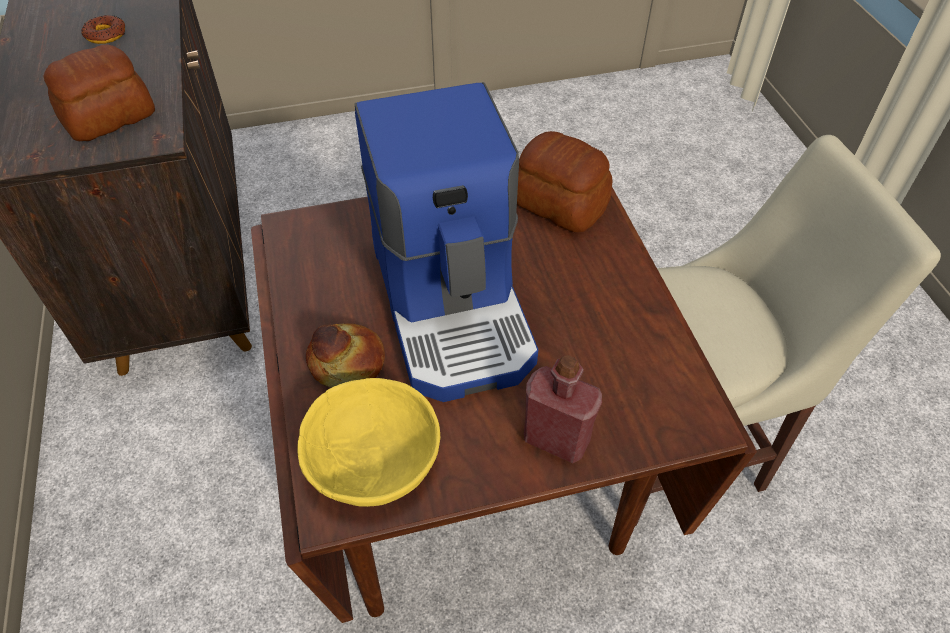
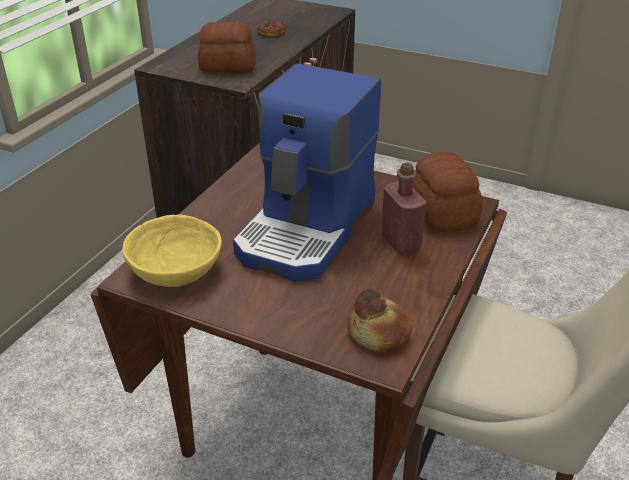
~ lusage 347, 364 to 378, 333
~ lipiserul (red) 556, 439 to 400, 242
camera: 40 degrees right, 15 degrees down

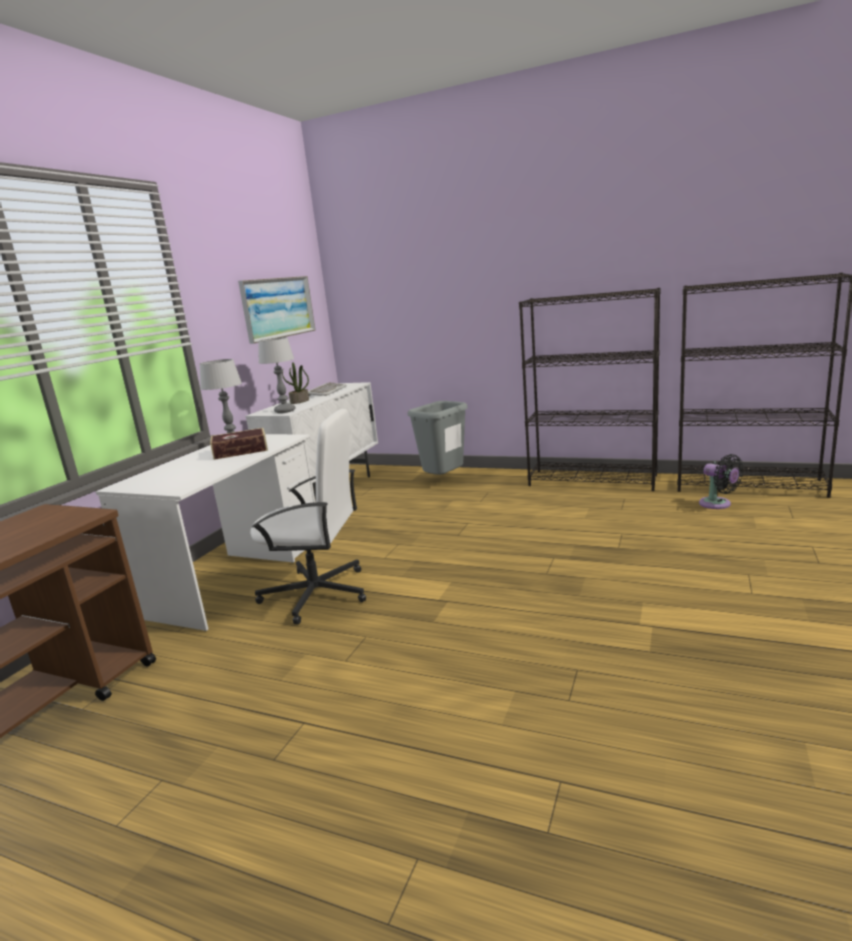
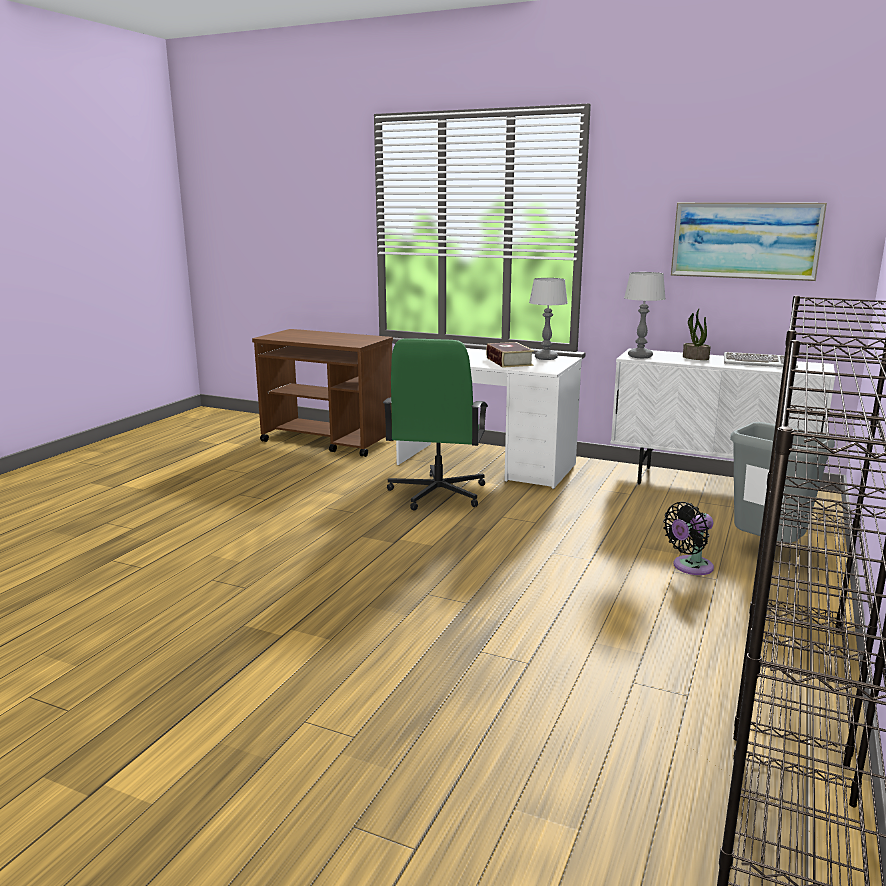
~ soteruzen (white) 318, 594 to soteruzen (green) 437, 494
~ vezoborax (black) 718, 504 to 689, 567
camera: 90 degrees right, 0 degrees up

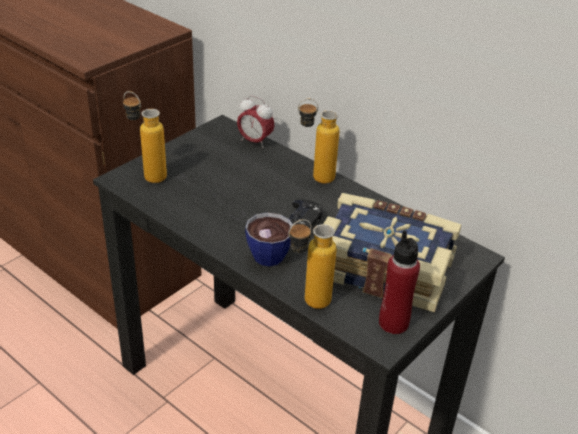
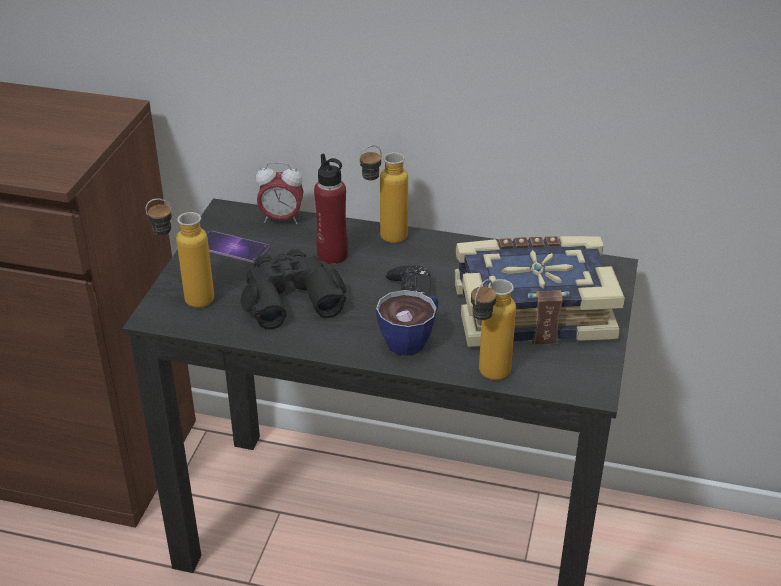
~ lipiserul (red) 393, 323 to 332, 255
+ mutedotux 233, 247
+ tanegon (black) 290, 296
camera: 25 degrees left, 0 degrees up

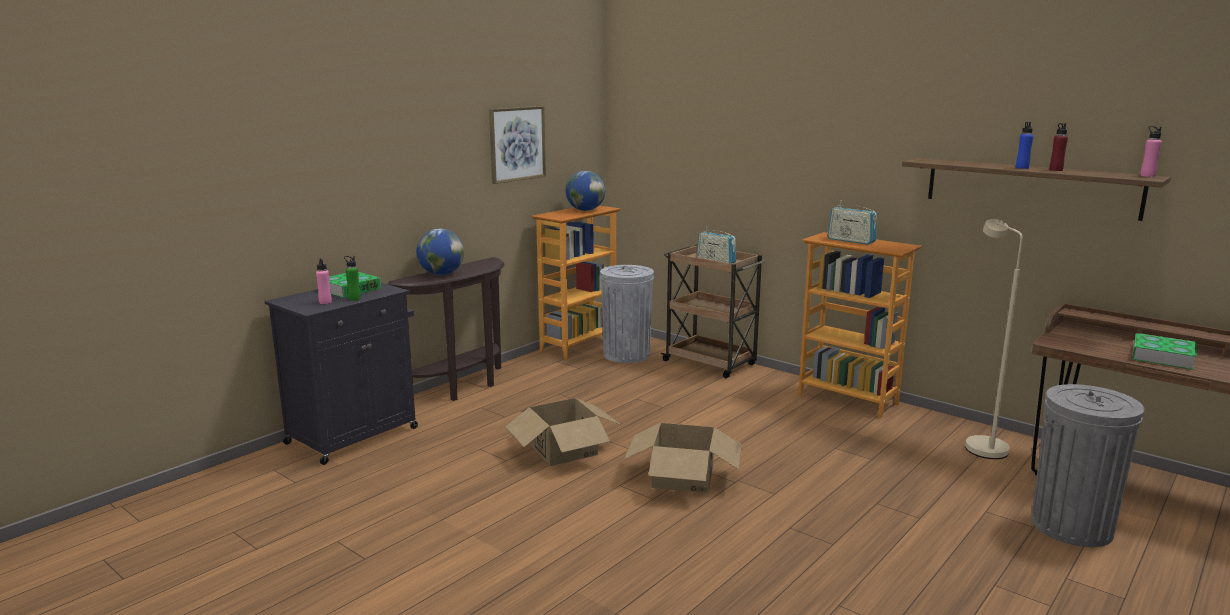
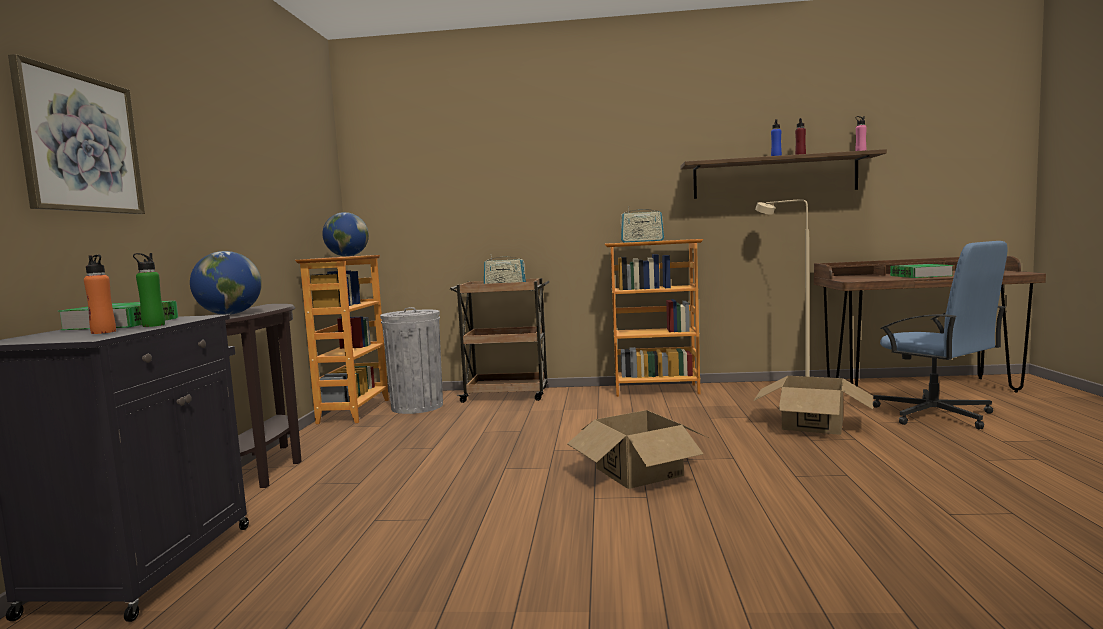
~ lipiserul (pink) 325, 302 to lipiserul (orange) 103, 332
~ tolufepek 517, 144 to 80, 143
~ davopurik 563, 449 to 812, 424
~ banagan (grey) 1071, 526 to soteruzen (blue) 935, 415
camera: 35 degrees left, 10 degrees down

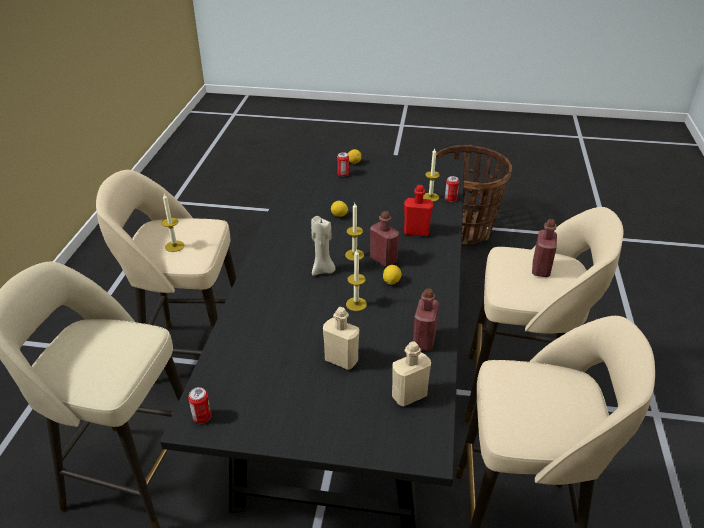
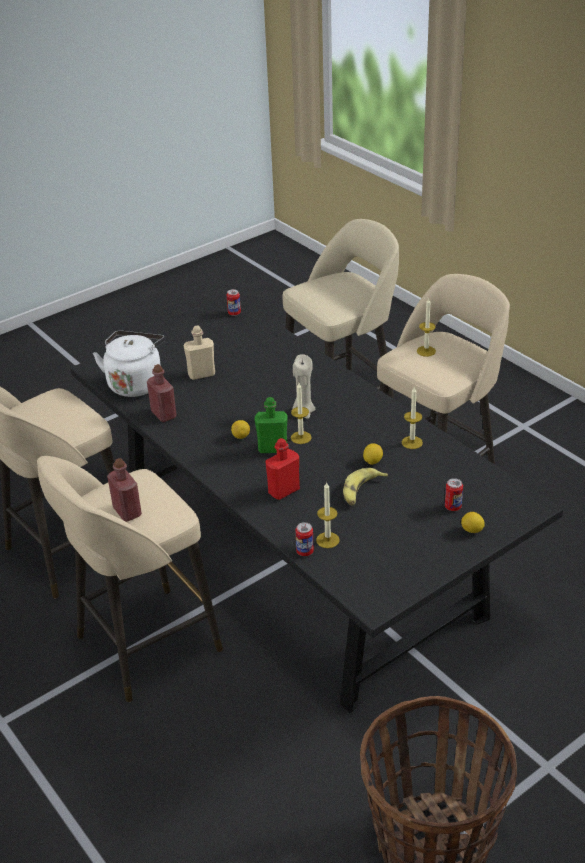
~ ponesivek 356, 304 to 412, 442
~ lipiserul (red) 383, 260 to lipiserul (green) 272, 448
~ lipiserul (beige) 409, 395 to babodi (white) 136, 383
+ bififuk 361, 491
camera: 135 degrees right, 0 degrees up

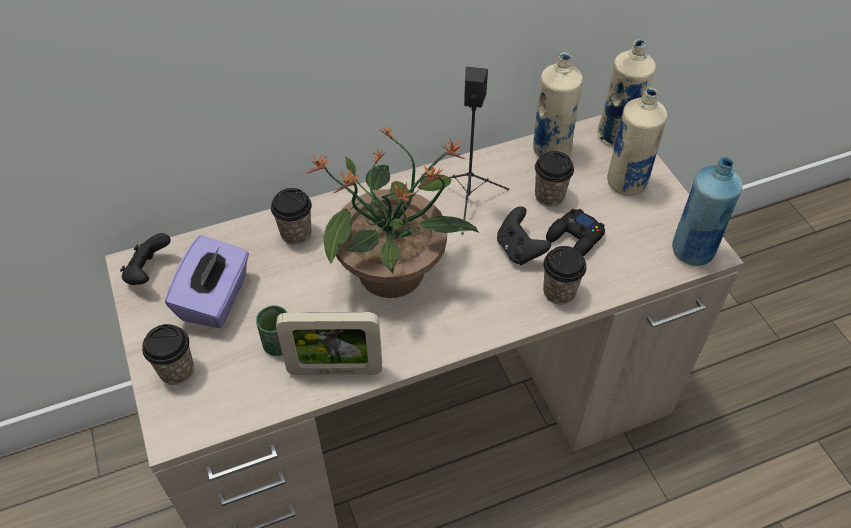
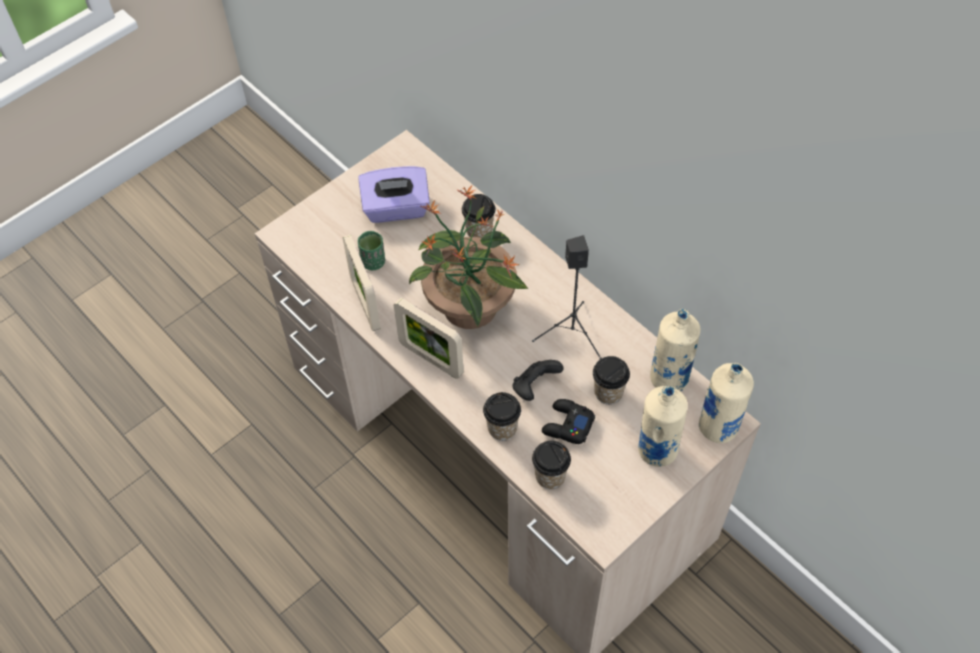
- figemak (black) 148, 272
~ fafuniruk 177, 370 to 550, 476
- lipiserul (blue) 692, 251
+ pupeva 431, 359
camera: 70 degrees right, 5 degrees up

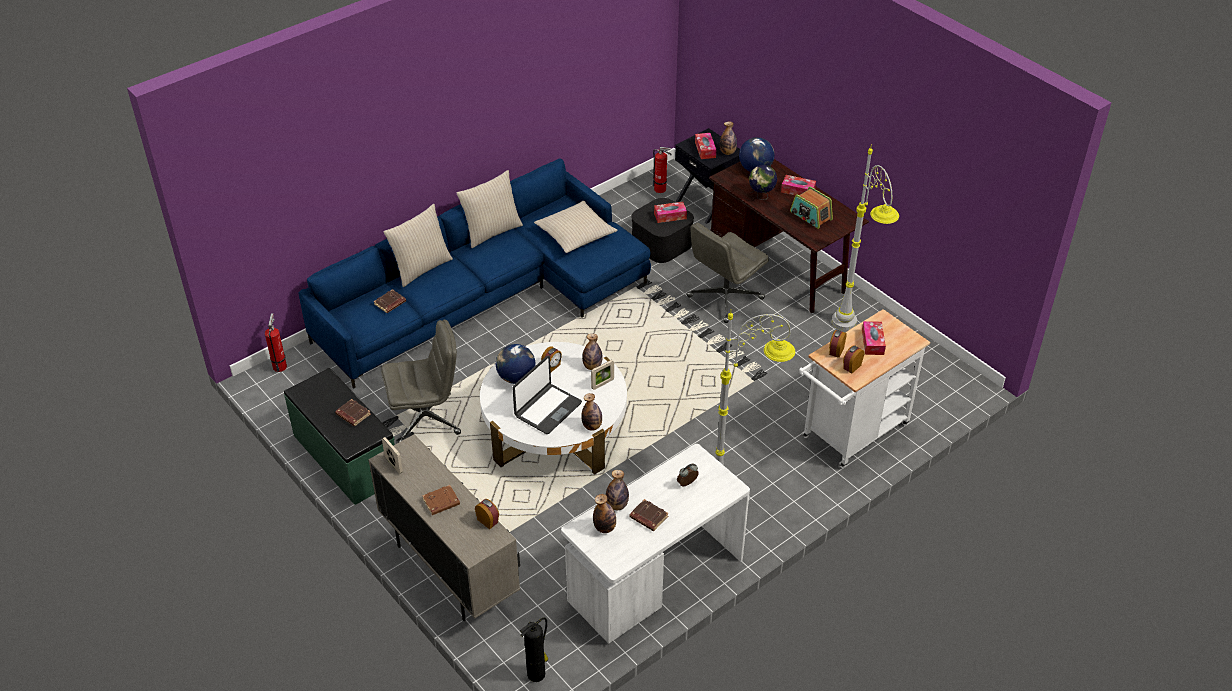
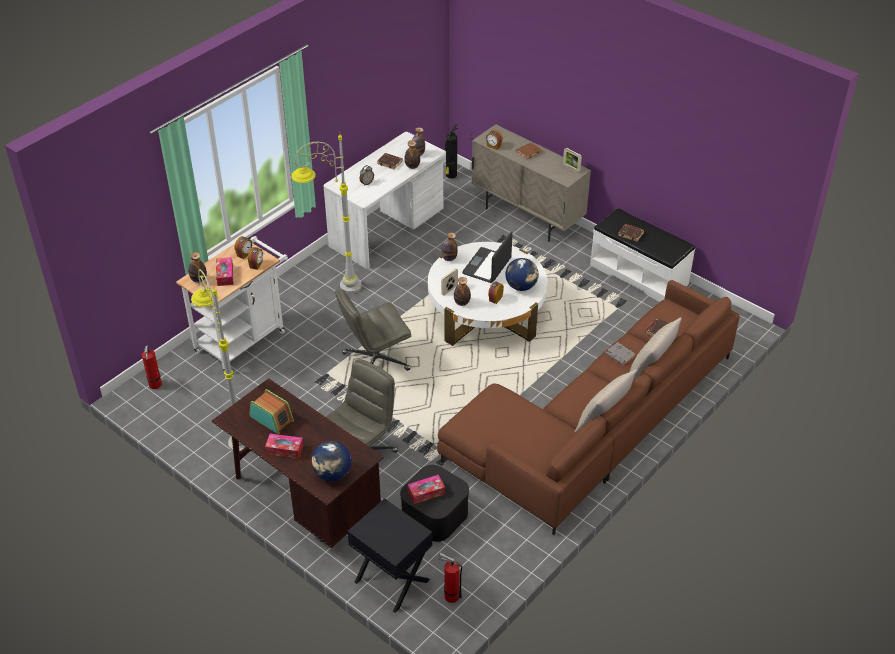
~ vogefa 280, 365 to 155, 386
~ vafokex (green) 345, 457 to vafokex (white) 639, 274
~ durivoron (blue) 487, 296 to durivoron (brown) 593, 425
~ soteruzen (grey) 426, 419 to 375, 362
- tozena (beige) 575, 234
- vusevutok 705, 150
~ lipiserul 727, 152 to 198, 279
- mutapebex 761, 196
+ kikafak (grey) 619, 355
camera: 170 degrees right, 0 degrees up

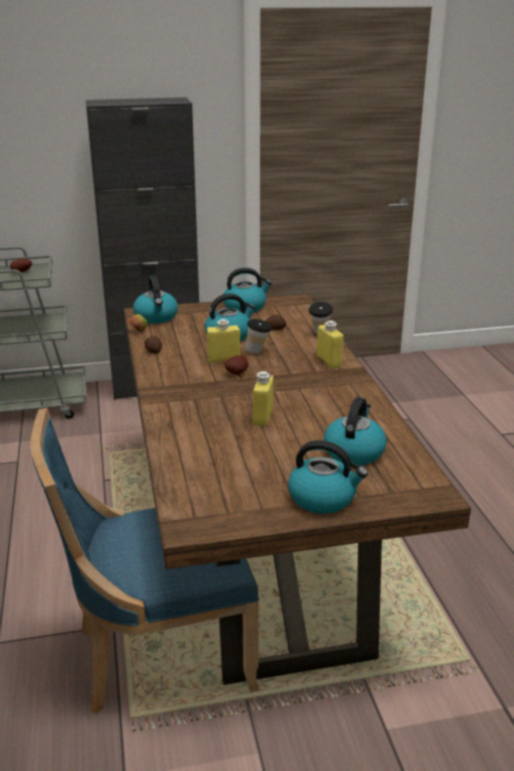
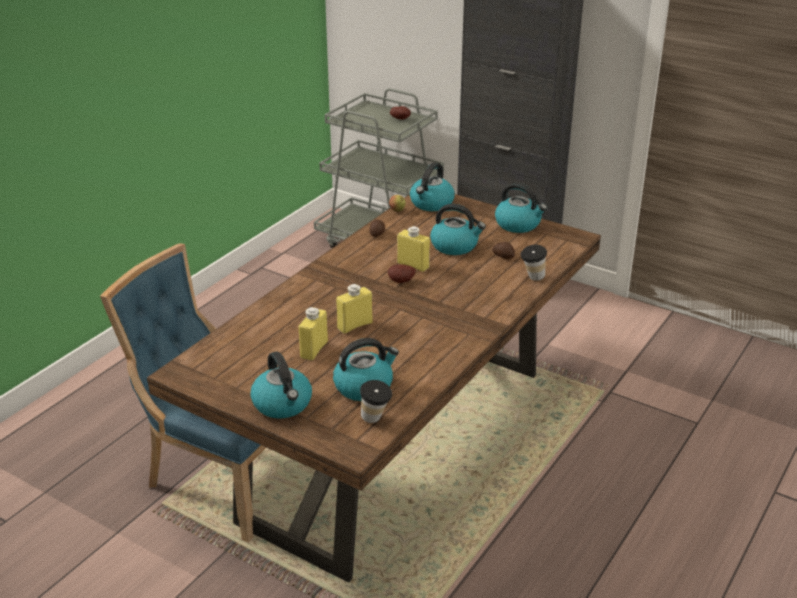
~ fafuniruk 258, 351 to 375, 420
~ lipiserul (yellow) 329, 361 to 314, 350
camera: 45 degrees right, 5 degrees up

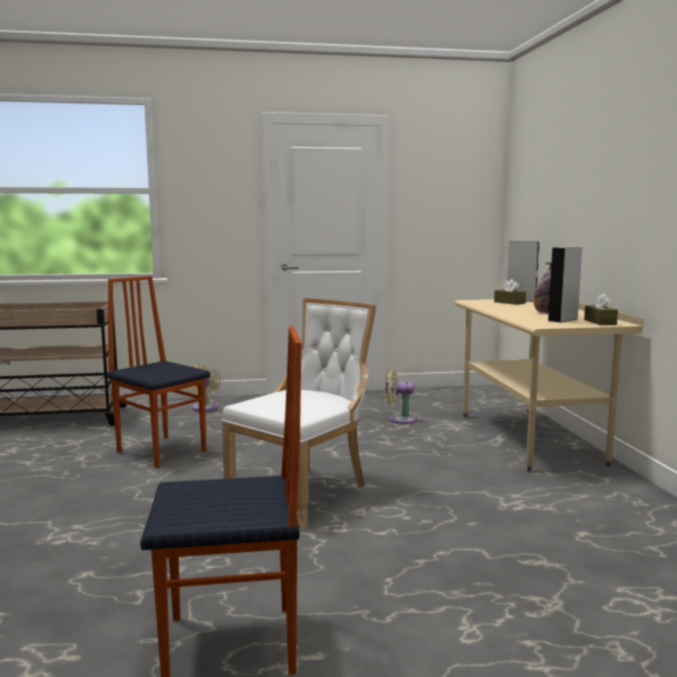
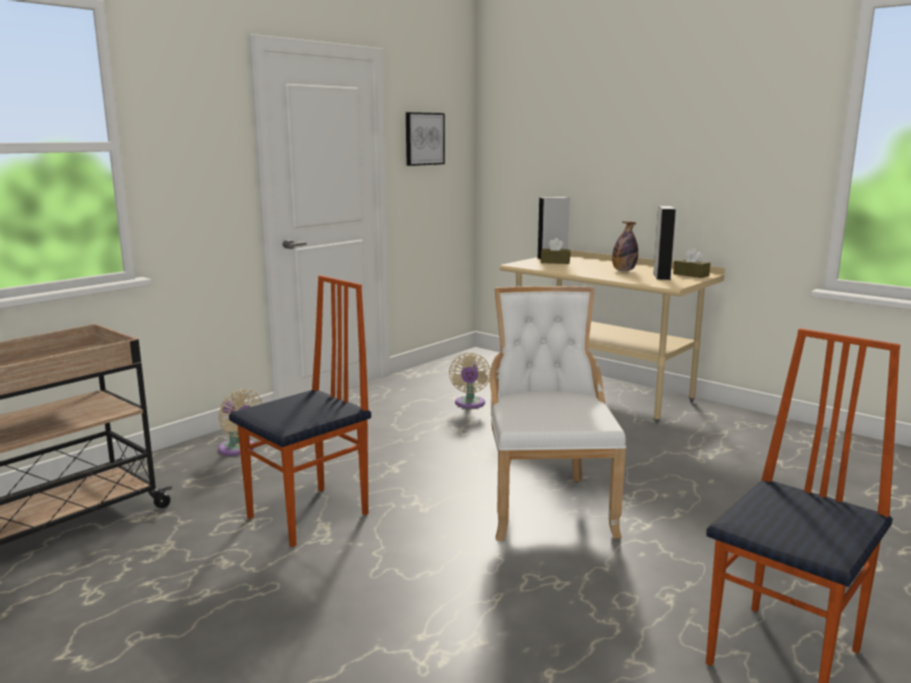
~ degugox 162, 451 = 310, 516 135 degrees clockwise
~ vezoborax (beige) 399, 419 = 469, 404 60 degrees counterclockwise
+ tolufepek 424, 139
camera: 40 degrees left, 5 degrees up

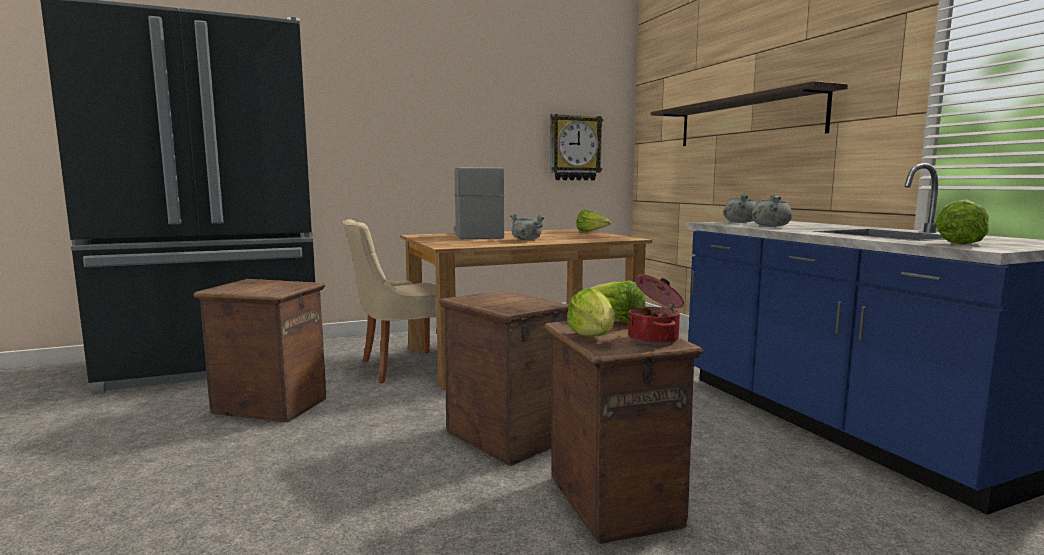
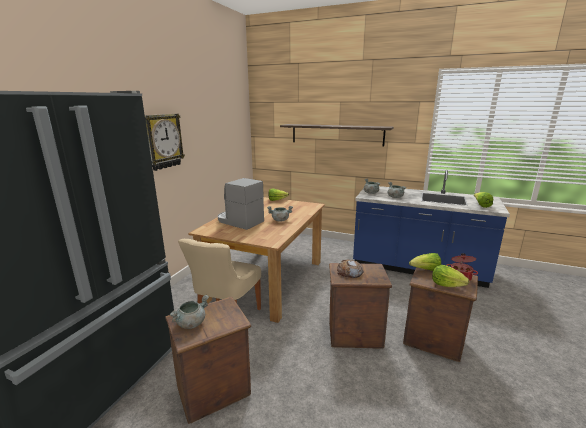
~ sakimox 574, 148 to 162, 141
+ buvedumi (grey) 191, 323
+ lusage 349, 272
camera: 45 degrees left, 10 degrees up

